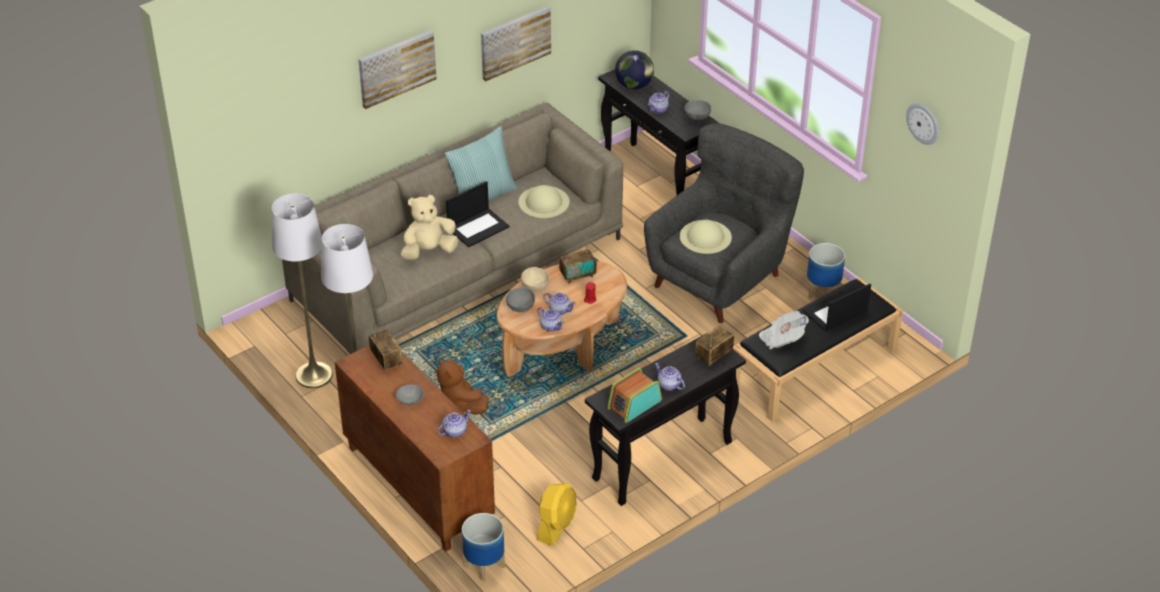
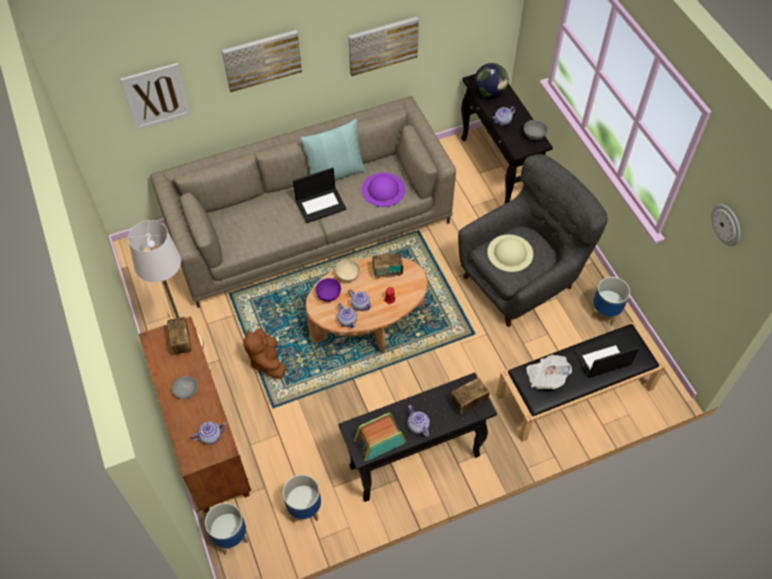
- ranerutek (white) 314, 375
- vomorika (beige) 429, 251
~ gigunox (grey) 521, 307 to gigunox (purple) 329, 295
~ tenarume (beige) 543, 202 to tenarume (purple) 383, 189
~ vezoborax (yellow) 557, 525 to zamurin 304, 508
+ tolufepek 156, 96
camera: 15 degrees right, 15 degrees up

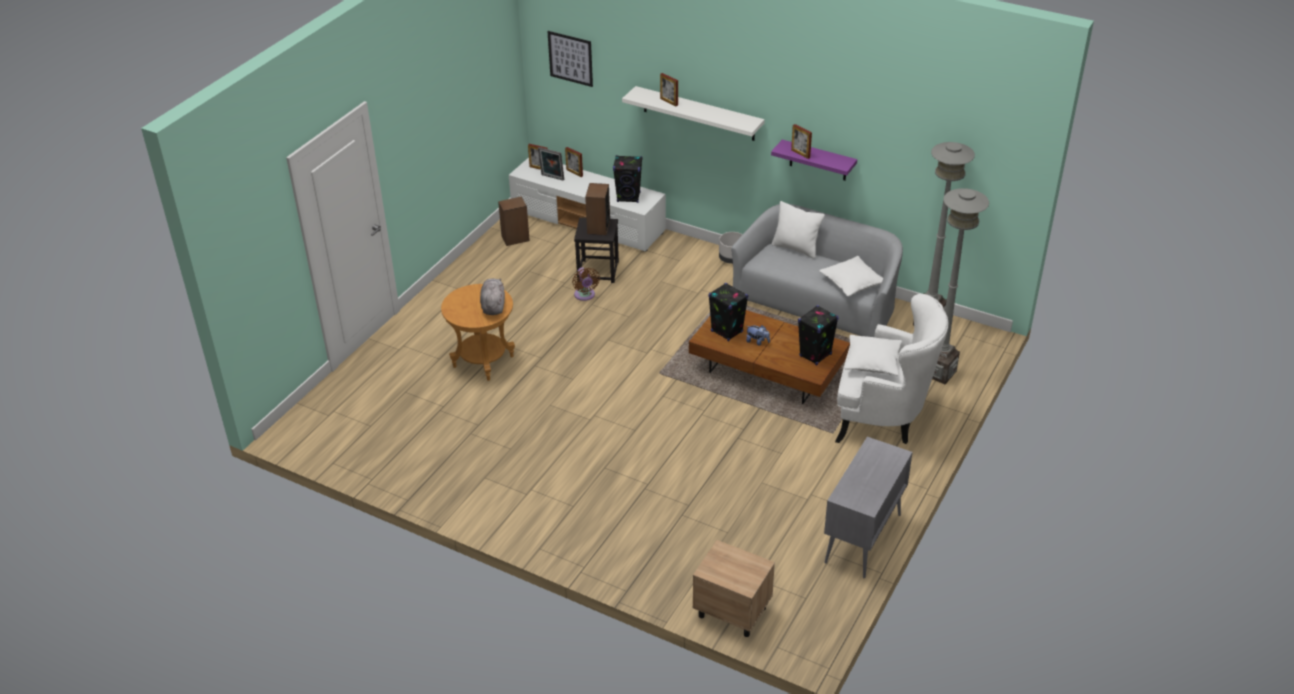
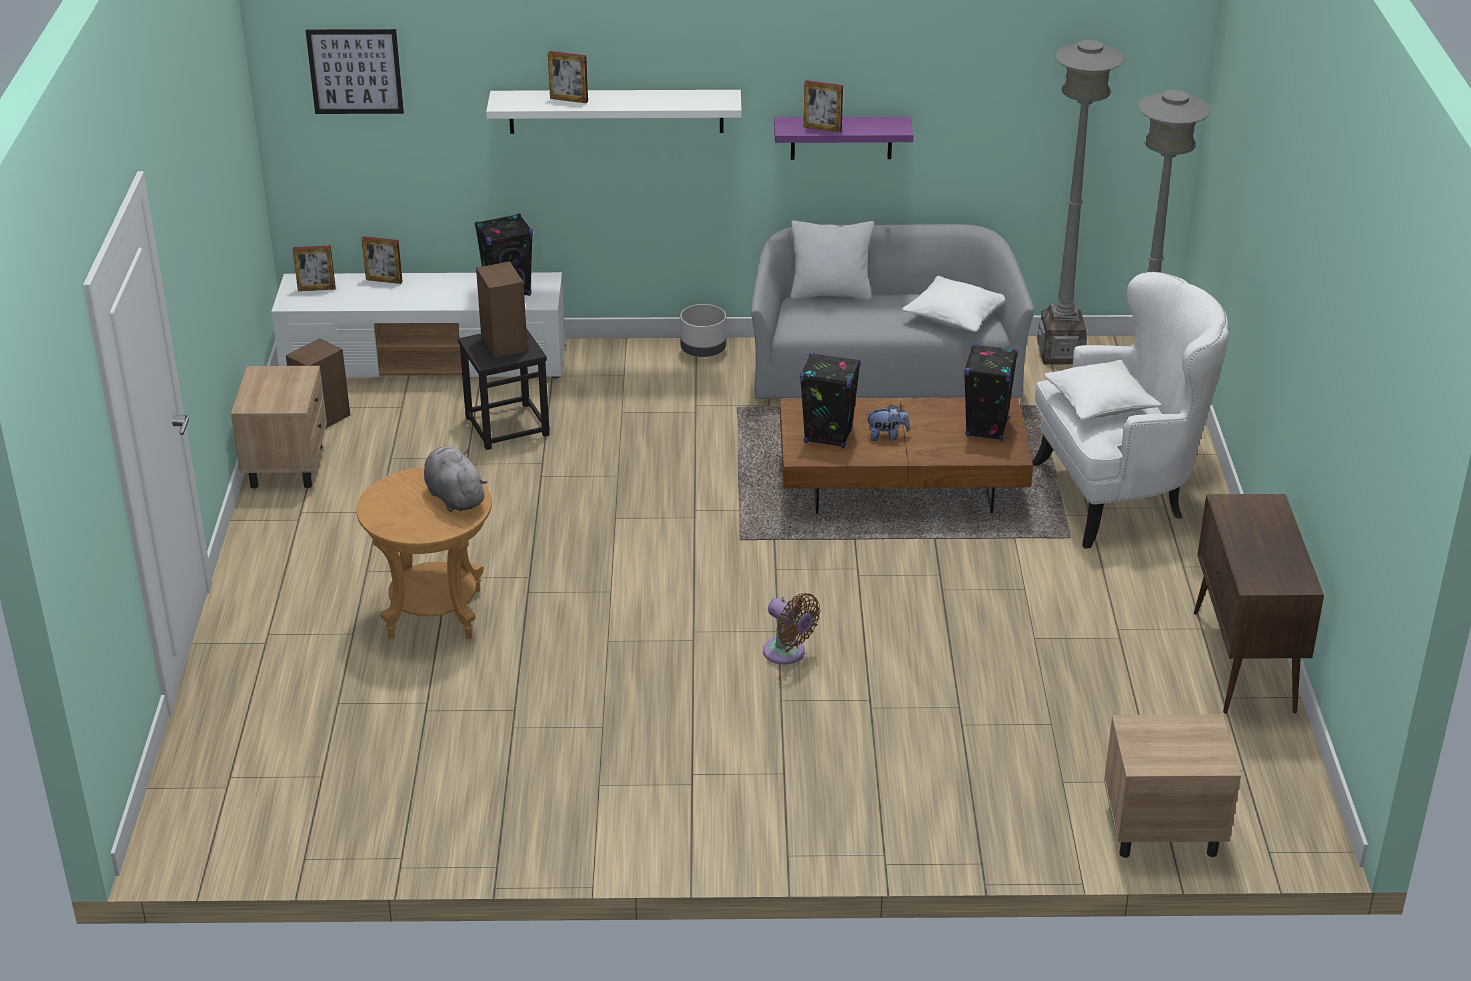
- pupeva 552, 178
~ vezoborax (brown) 585, 296 to 787, 653
~ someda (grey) 862, 539 to someda (brown) 1244, 663
+ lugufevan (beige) 287, 465
camera: 30 degrees left, 5 degrees down

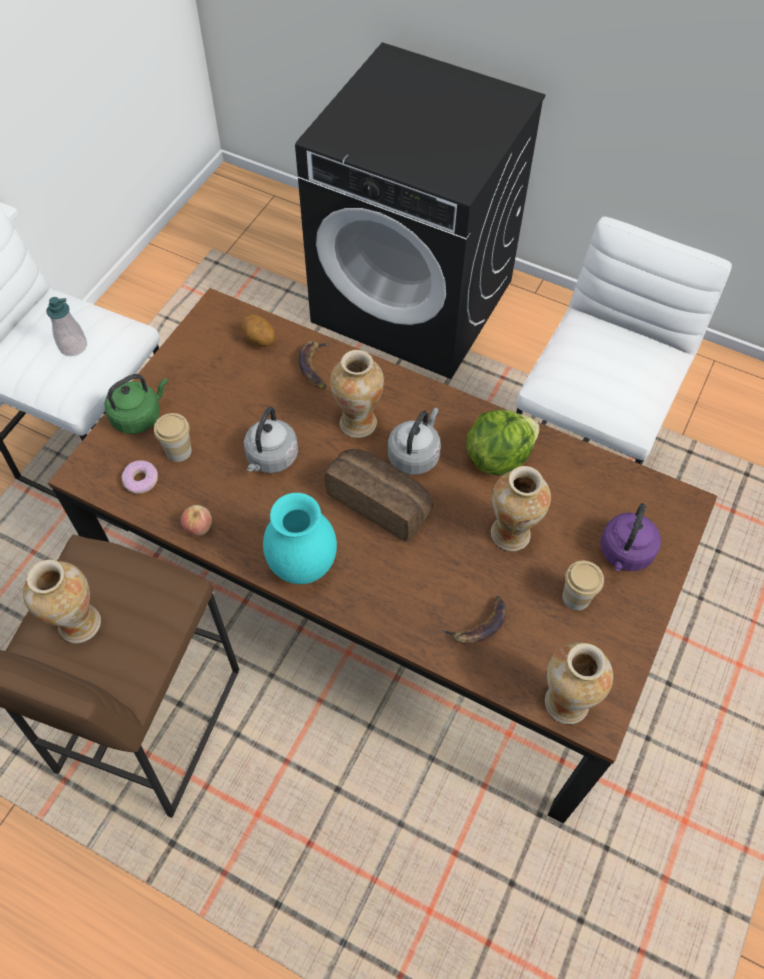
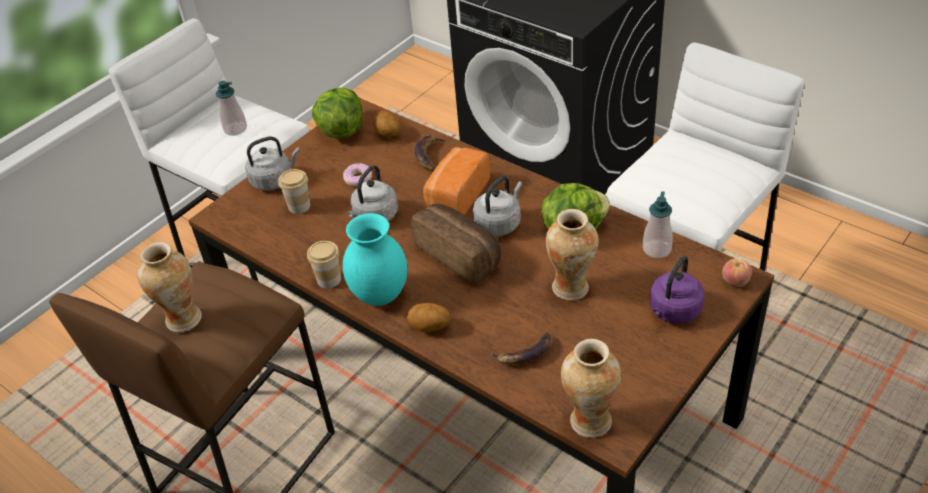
~ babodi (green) 139, 416 to babodi (grey) 274, 180
~ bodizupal 141, 480 to 358, 179
~ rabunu 198, 527 to 735, 281
~ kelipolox 358, 422 to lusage 456, 196
~ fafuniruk 576, 597 to 329, 279
+ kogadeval 341, 130
+ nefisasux 429, 327
+ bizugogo 656, 249
camera: 15 degrees right, 15 degrees down

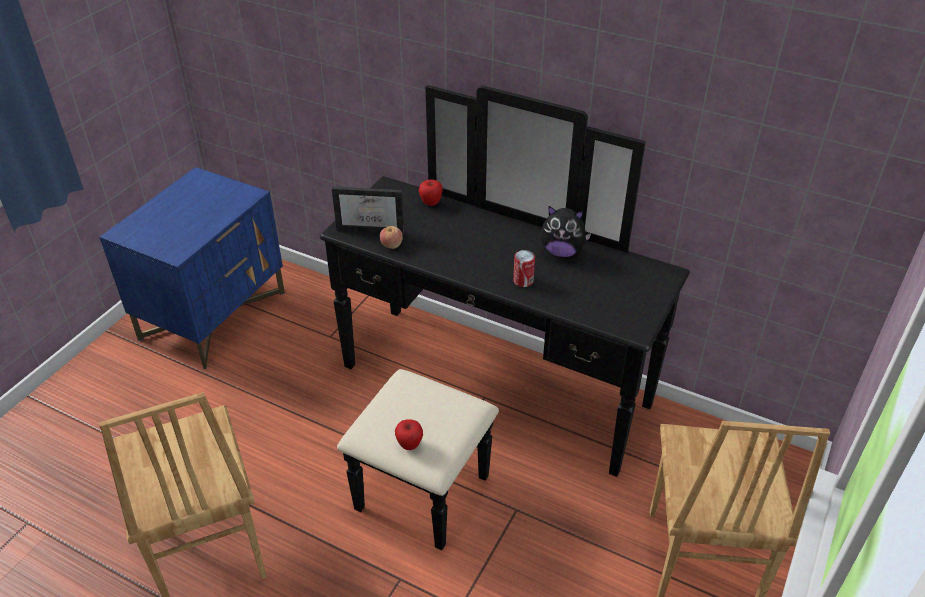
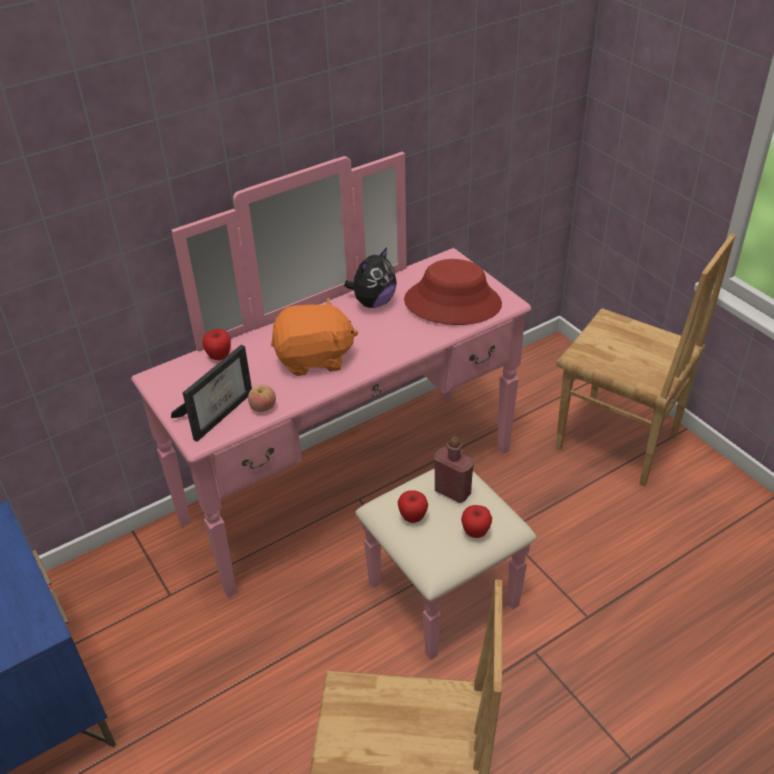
~ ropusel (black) 481, 408 to ropusel (pink) 370, 507
- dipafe 523, 281
+ vomorika (orange) 314, 359
+ rabunu 412, 517
+ tenarume (red) 452, 303
+ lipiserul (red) 452, 491
camera: 60 degrees left, 0 degrees up

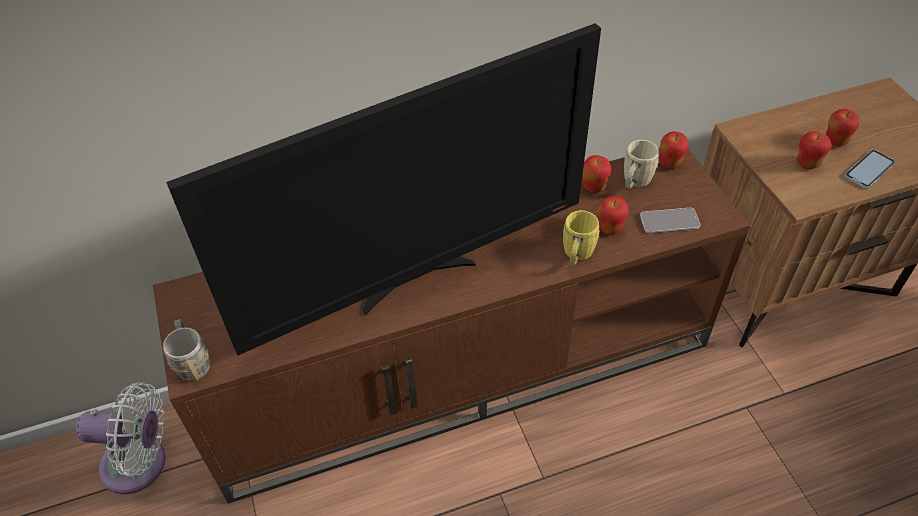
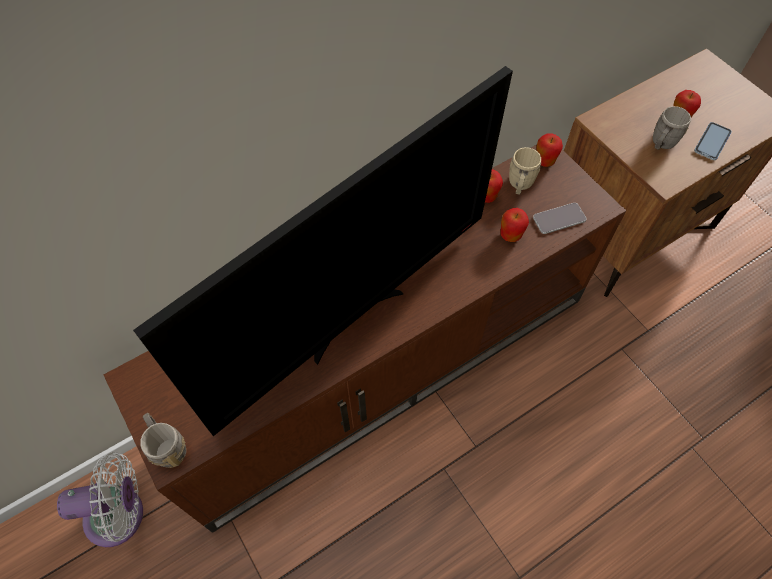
- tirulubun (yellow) 576, 255
~ rabunu 807, 163 to tirulubun (grey) 661, 144
camera: 15 degrees left, 10 degrees up

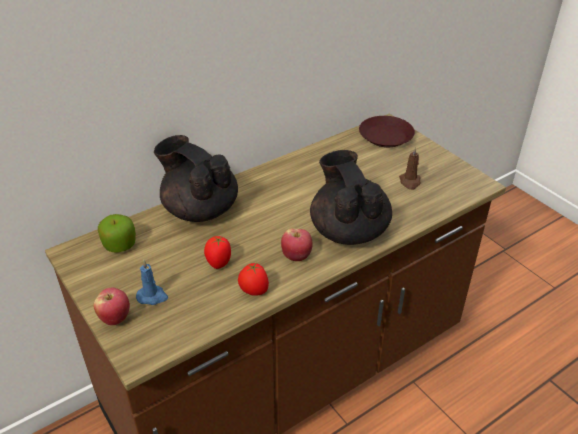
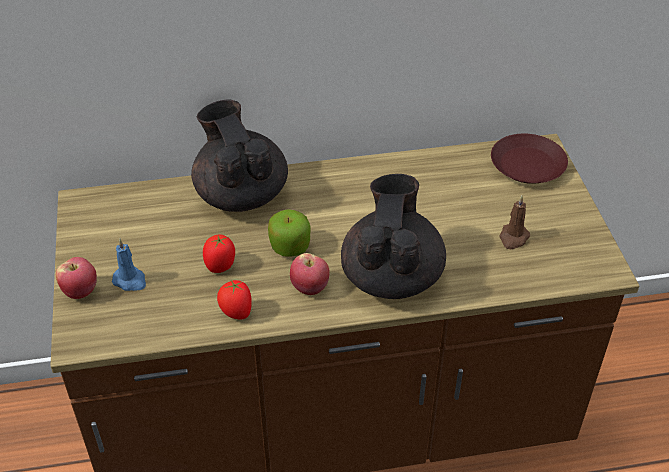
~ rabunu 119, 244 to 290, 246
camera: 25 degrees right, 5 degrees up

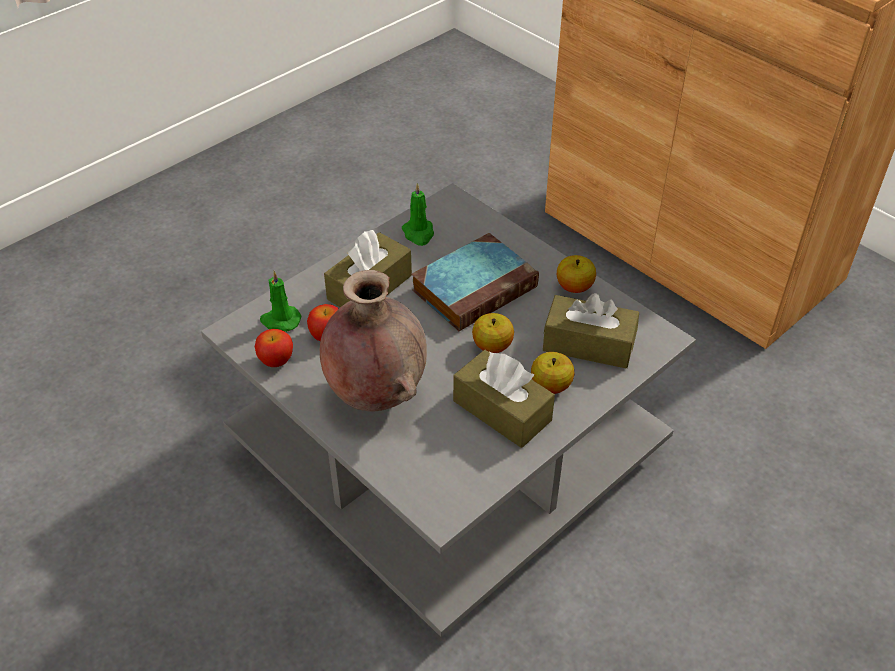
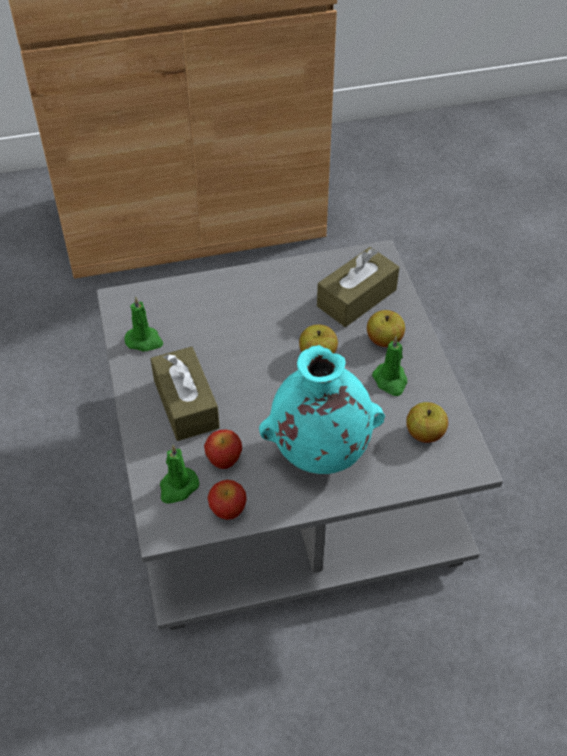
~ kelipolox (brown) 375, 394 to kelipolox (turquoise) 319, 454
- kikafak 475, 287
~ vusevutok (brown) 502, 410 to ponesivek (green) 390, 381
~ rabunu 574, 287 to 425, 433
camera: 60 degrees left, 5 degrees up

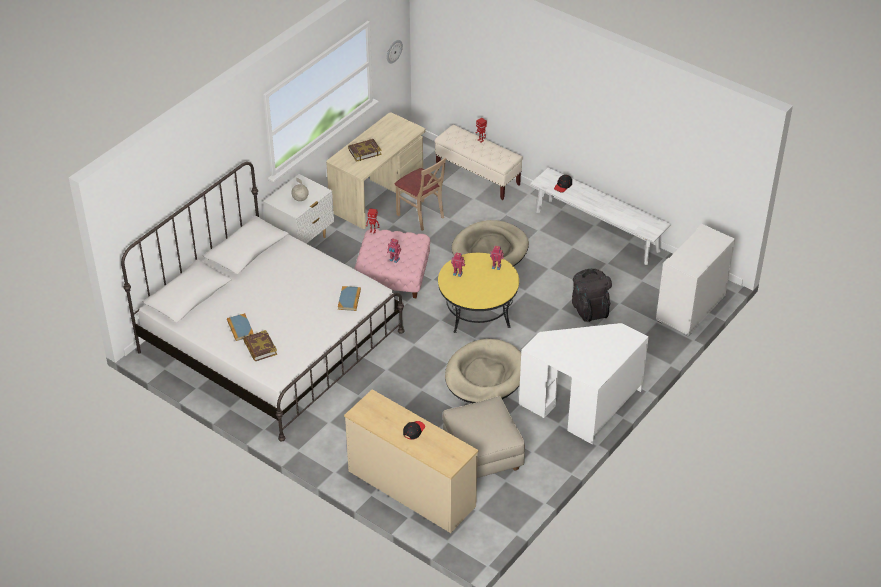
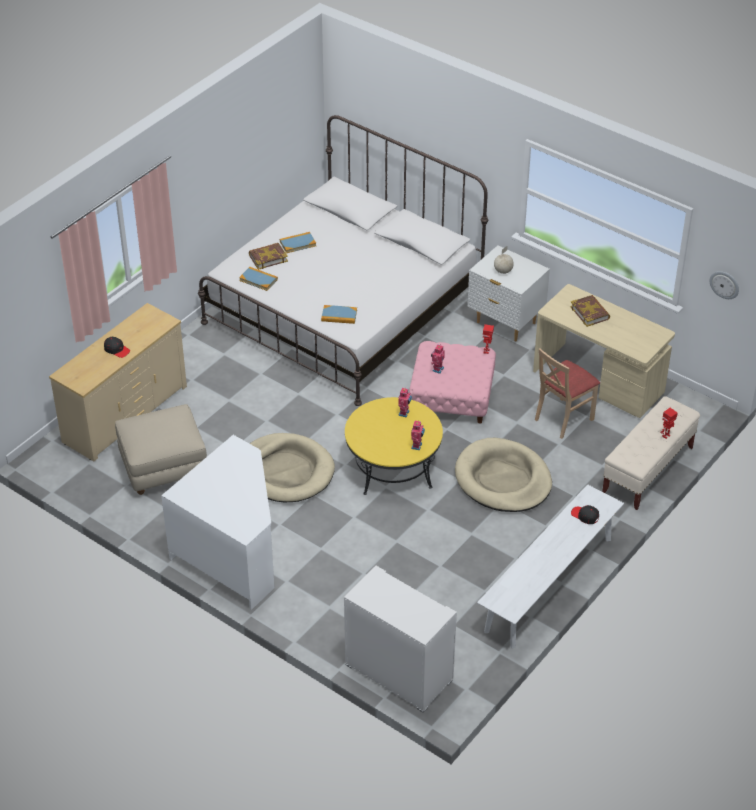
- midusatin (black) 589, 308
+ kikafak 258, 280
camera: 90 degrees right, 0 degrees up

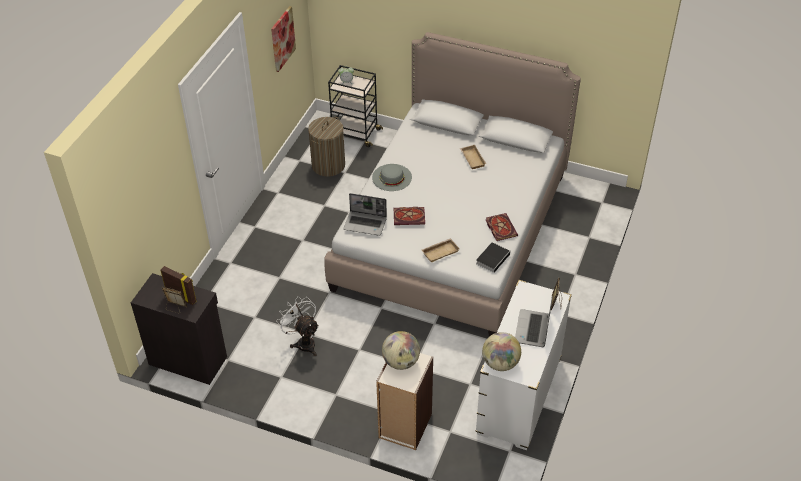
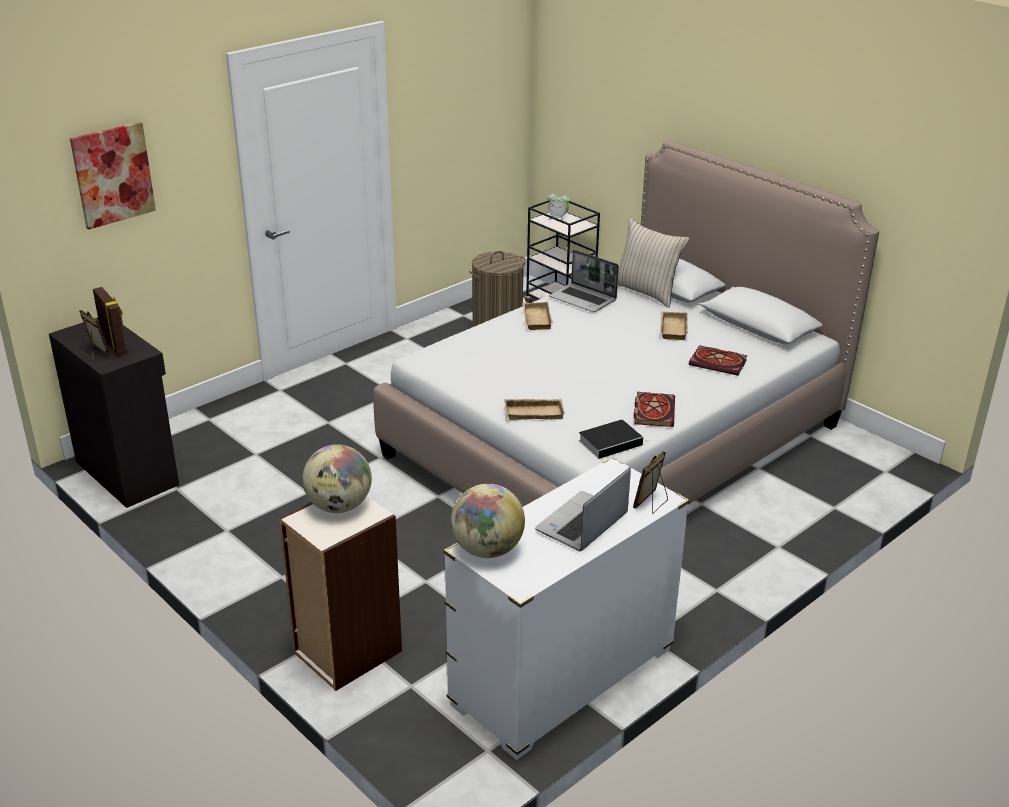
~ tolufepek 282, 38 to 113, 175
- vezoborax (white) 303, 342
~ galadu 365, 224 to 584, 299
~ tenarume (grey) 392, 177 to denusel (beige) 535, 319
~ kikafak 410, 217 to 719, 363
+ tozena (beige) 646, 292
camera: 25 degrees right, 15 degrees down

